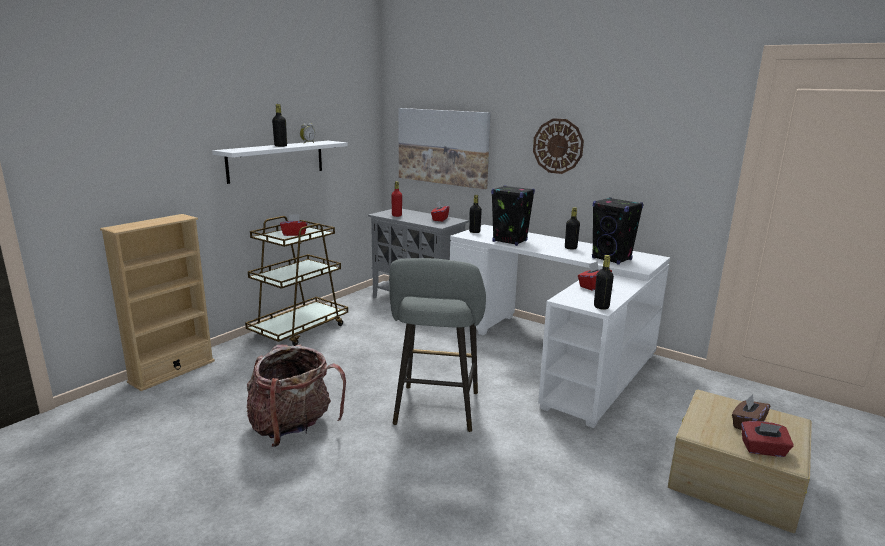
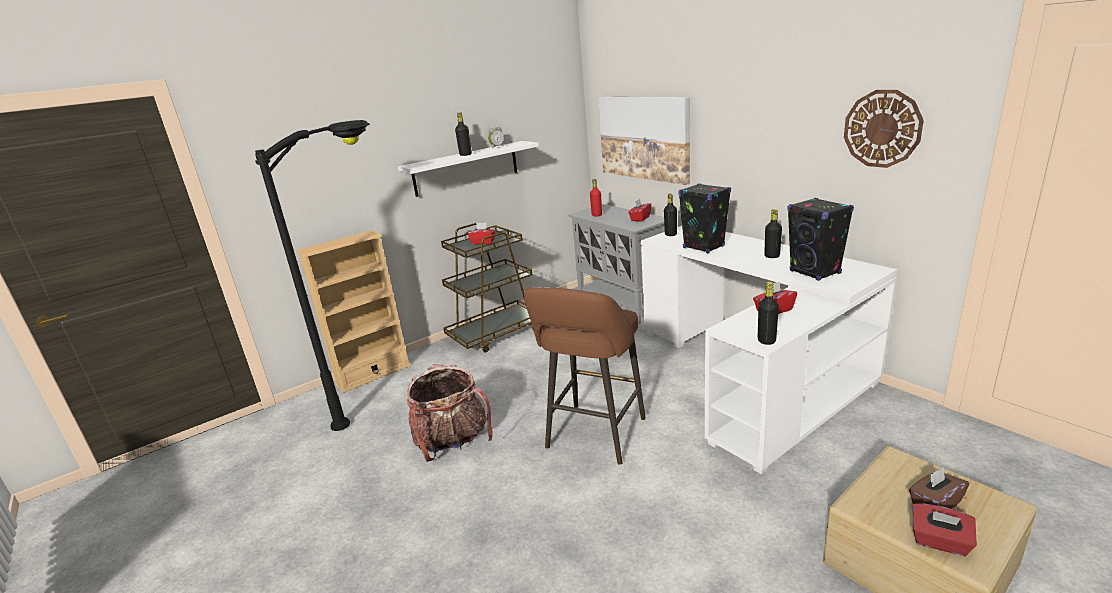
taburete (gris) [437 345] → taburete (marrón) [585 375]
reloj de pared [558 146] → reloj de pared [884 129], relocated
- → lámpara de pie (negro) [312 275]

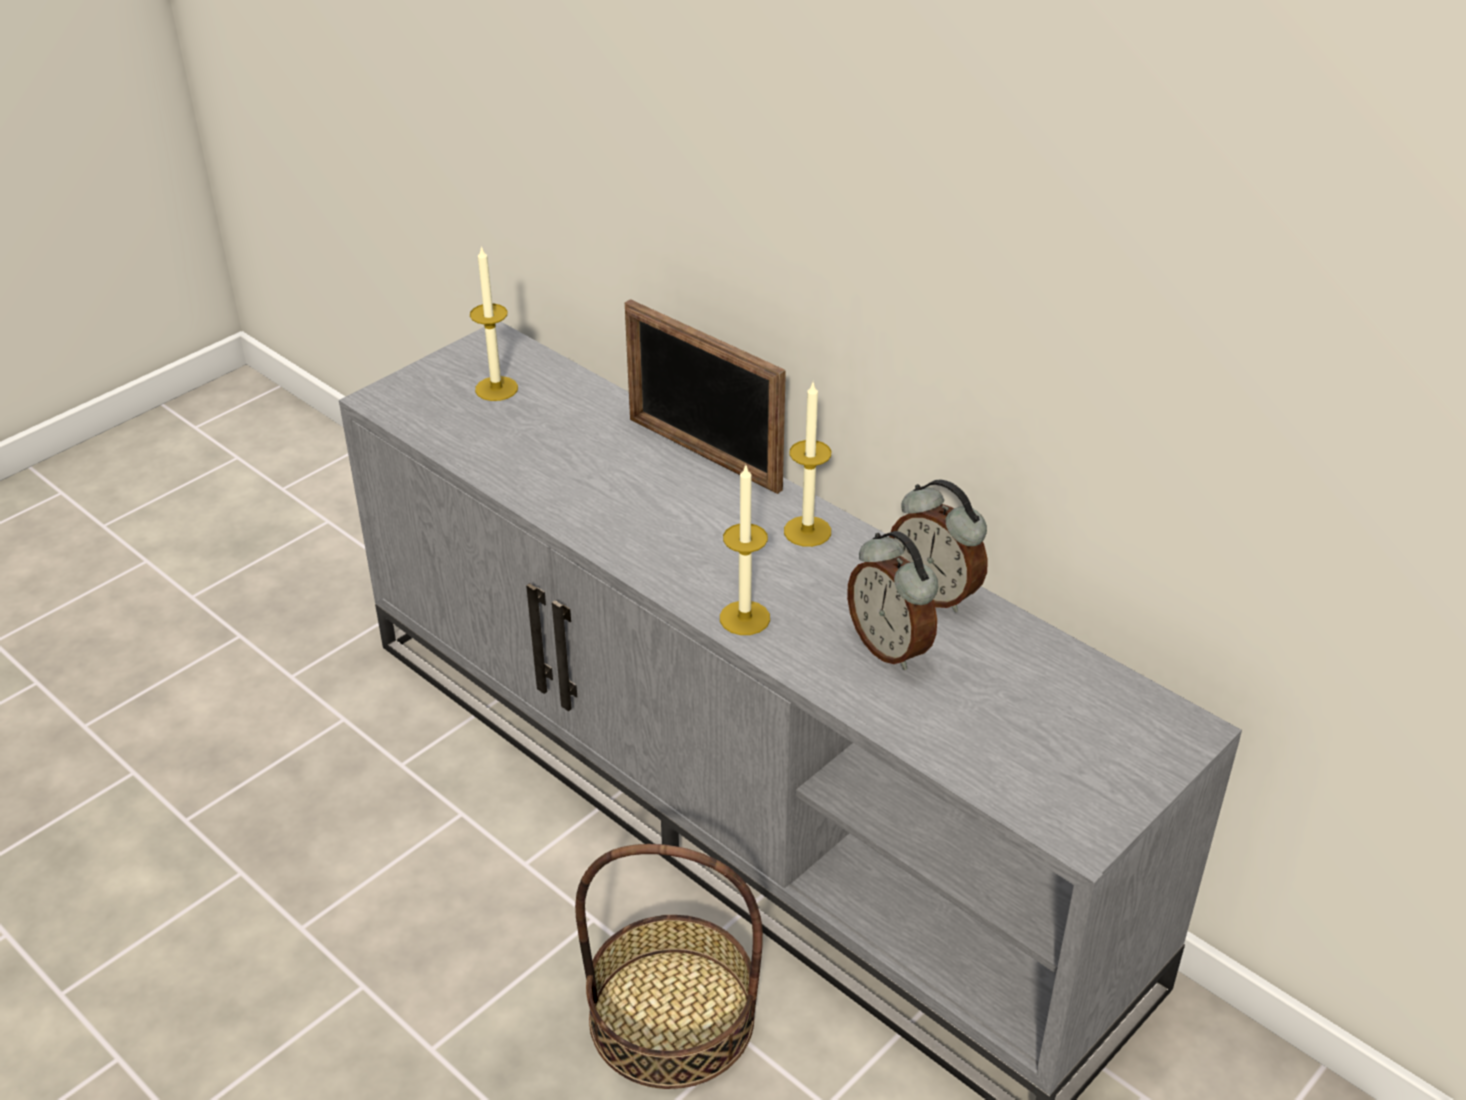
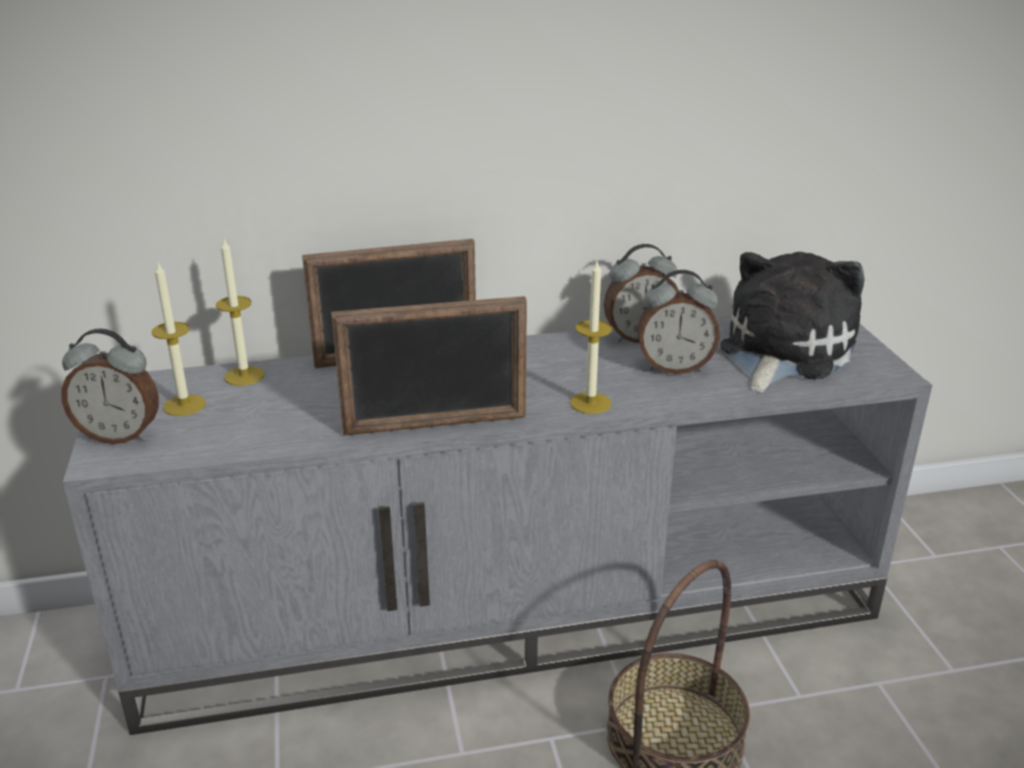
vela [807 465] → vela [240 312], relocated
- → despertador [110 386]
- → portarretratos [429 366]
- → peluche [792 322]

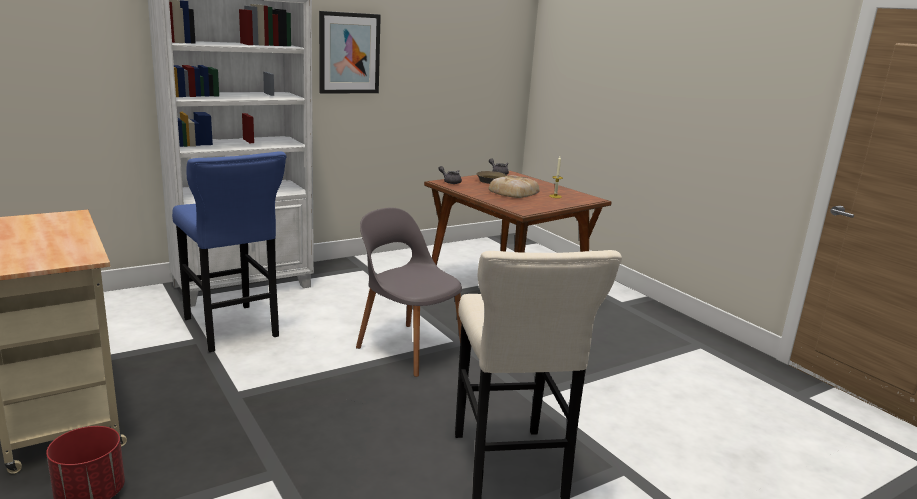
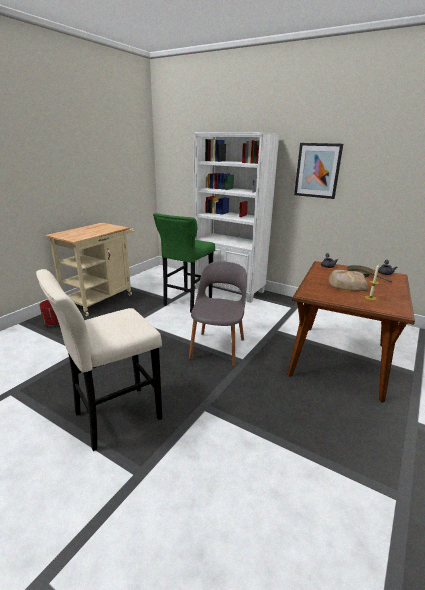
taburete (azul) [229 251] → taburete (verde) [184 263]

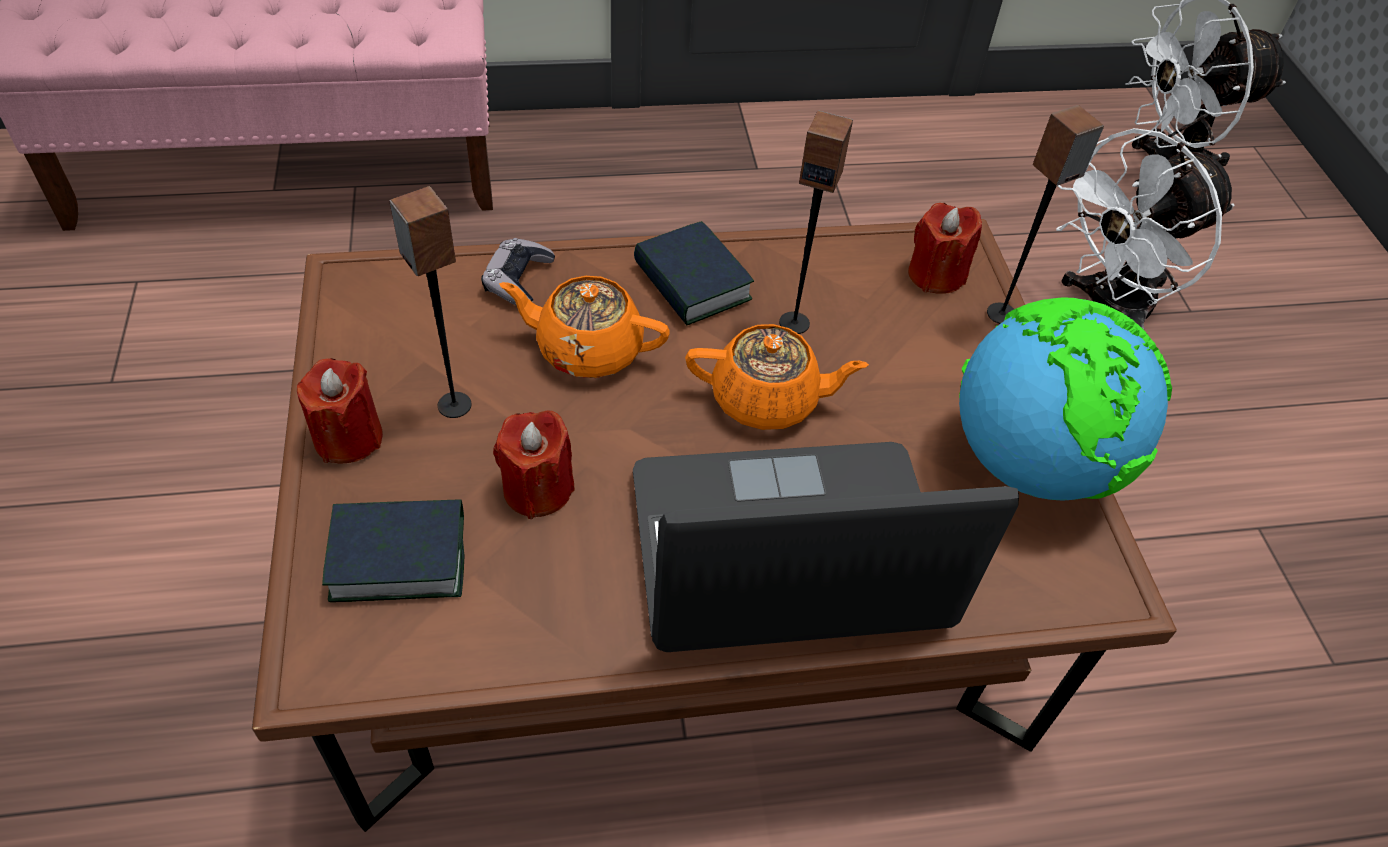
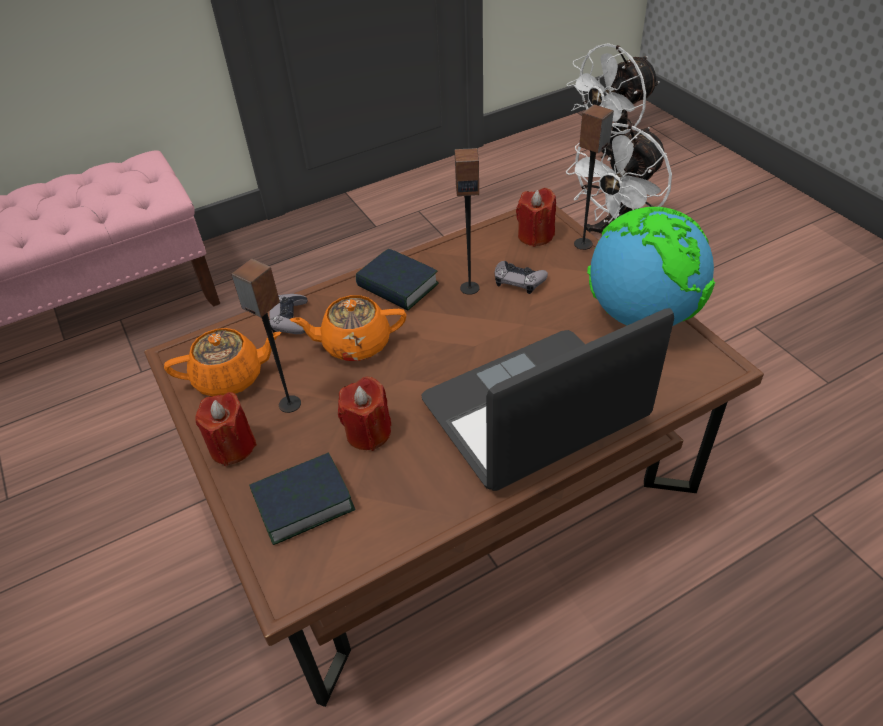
tetera (naranja) [777 377] → tetera (naranja) [222 362], relocated
- → mando de consola (gris) [521 277]

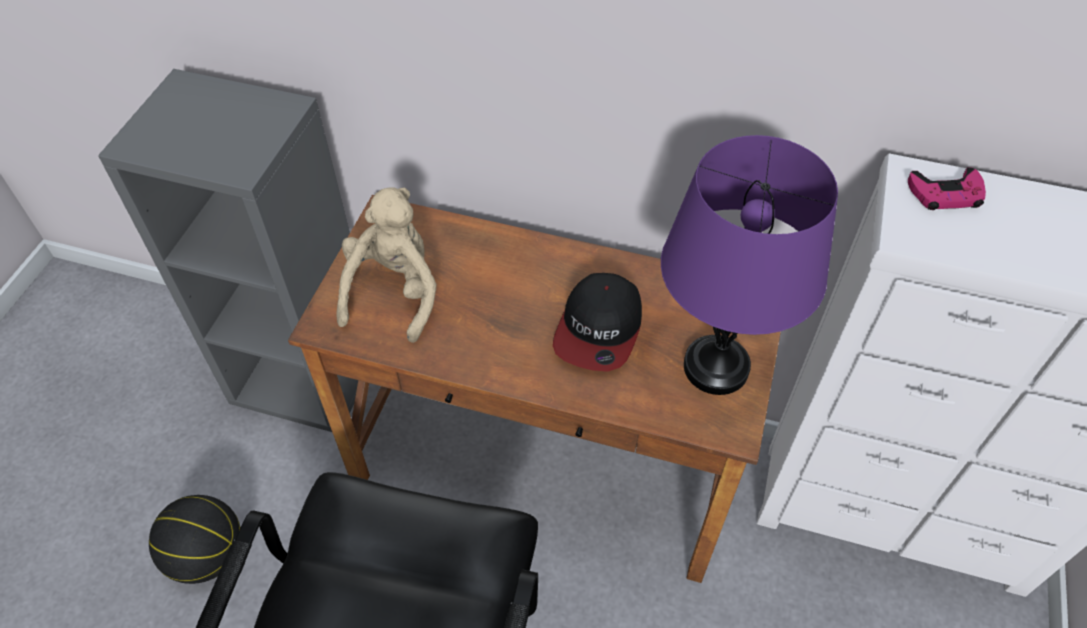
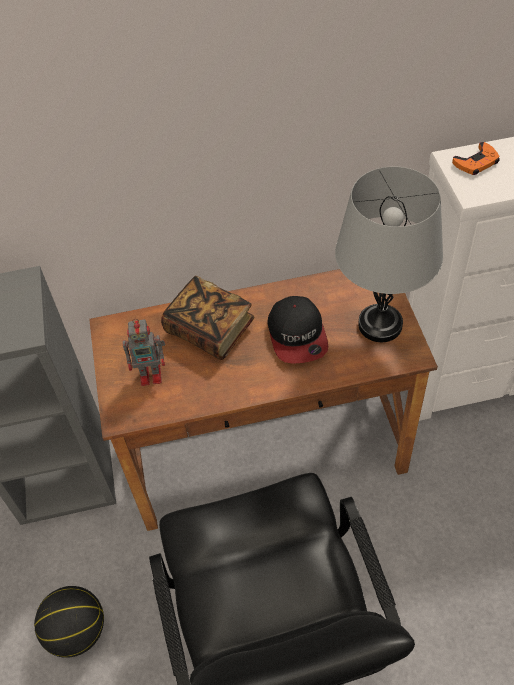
peluche (beis) [387 265] → robot de juguete [143 352]
lámpara de mesa (morado) [749 265] → lámpara de mesa (gris) [389 254]
mando de consola (rosa) [947 188] → mando de consola (naranja) [476 158]
- → libro [208 318]

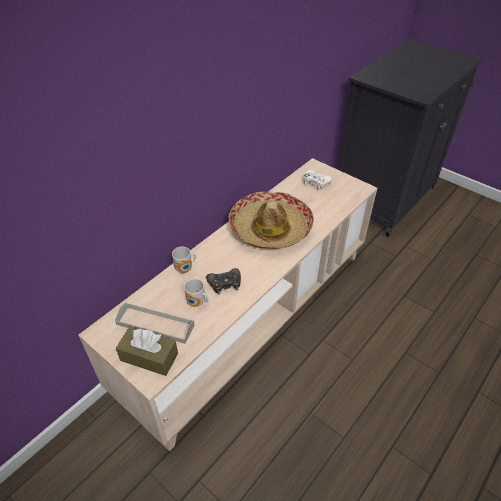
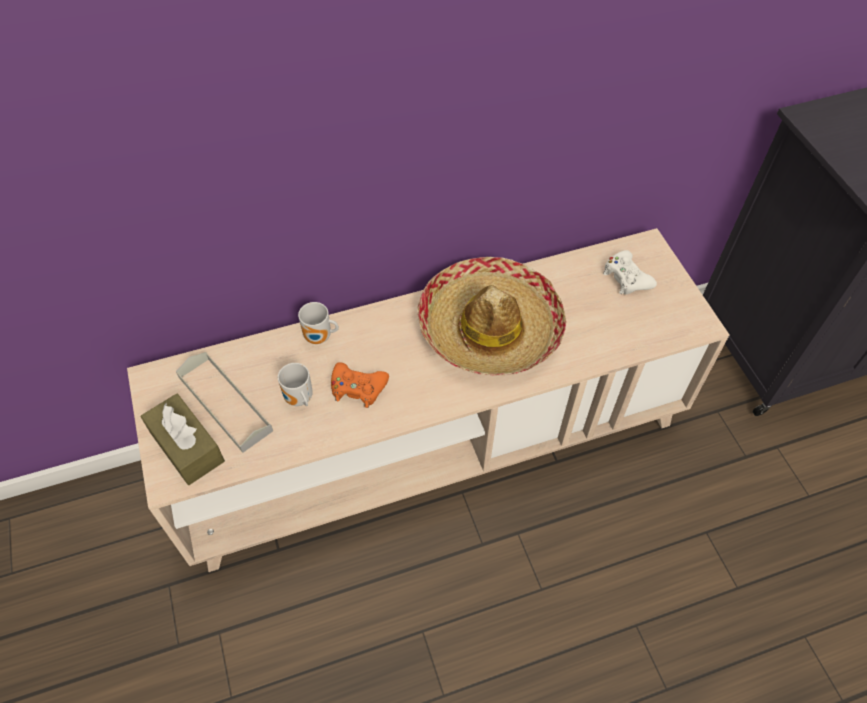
mando de consola (negro) [223 281] → mando de consola (naranja) [360 385]

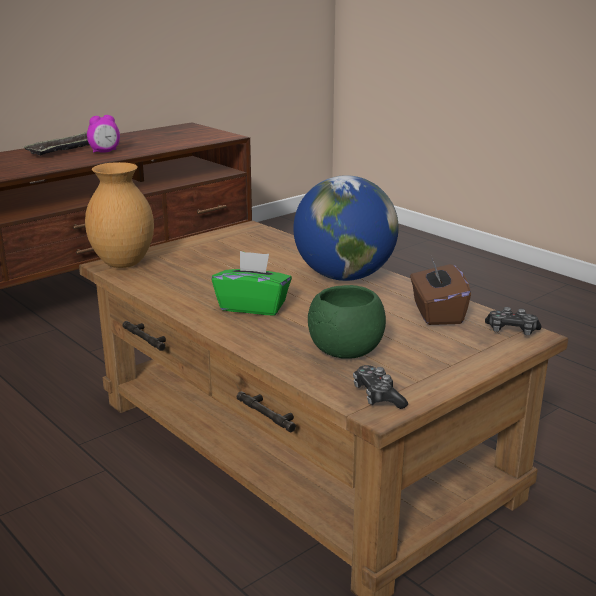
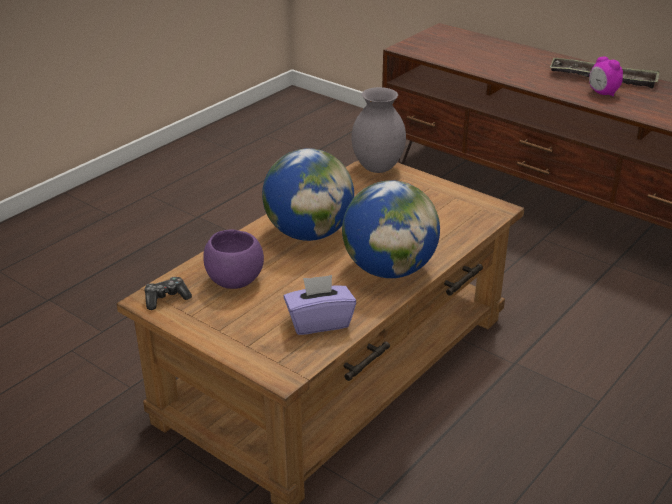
florero (marrón) [119 215] → florero (gris) [379 130]
caja de pañuelos (verde) [251 283] → globo terráqueo [308 194]
cuenco (verde) [347 321] → cuenco (morado) [233 259]
caja de pañuelos (marrón) [440 292] → caja de pañuelos (morado) [319 305]
mando de consola [513 321] → -

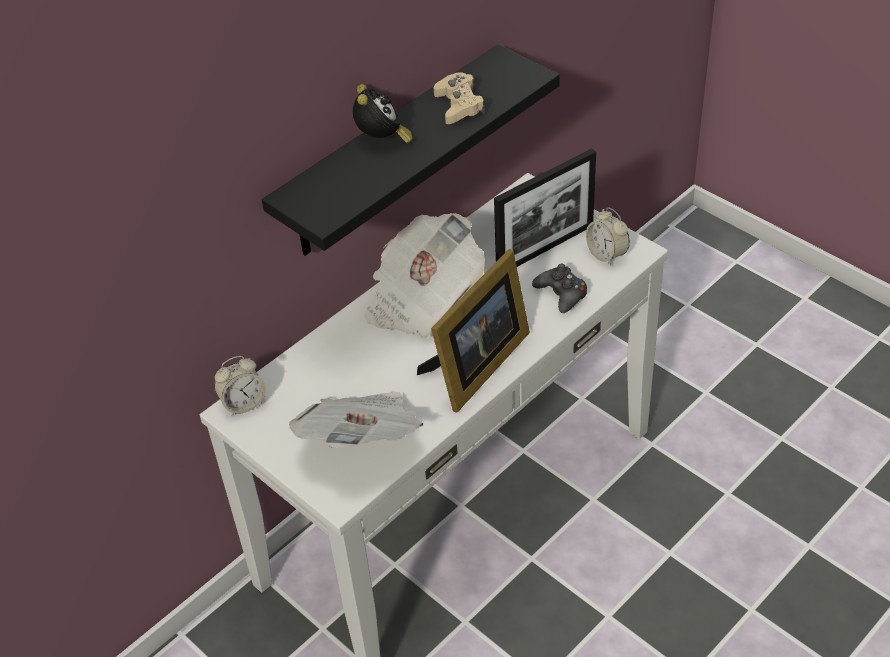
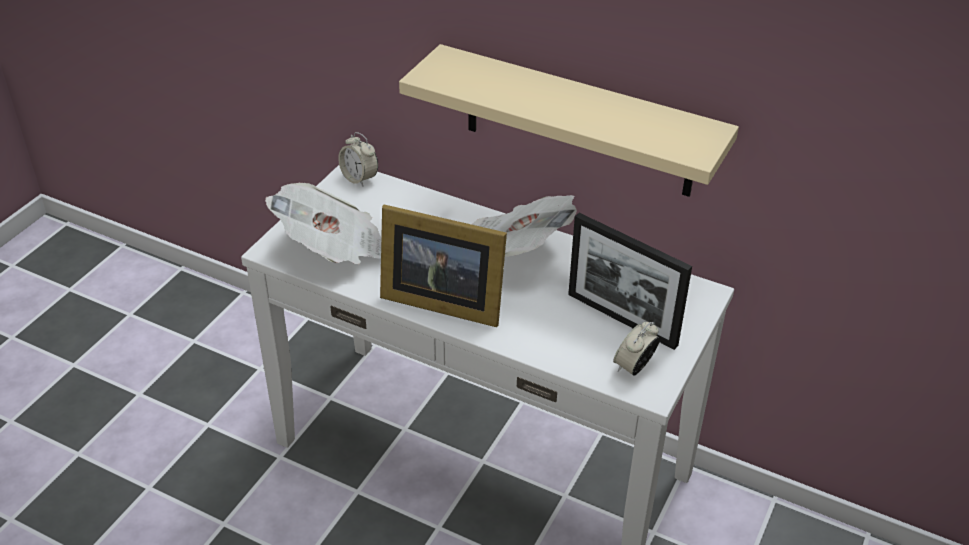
estante (negro) [411 150] → estante (beis) [569 120]
despertador [383 114] → -
mando de consola (beis) [459 98] → -
mando de consola (negro) [559 288] → -

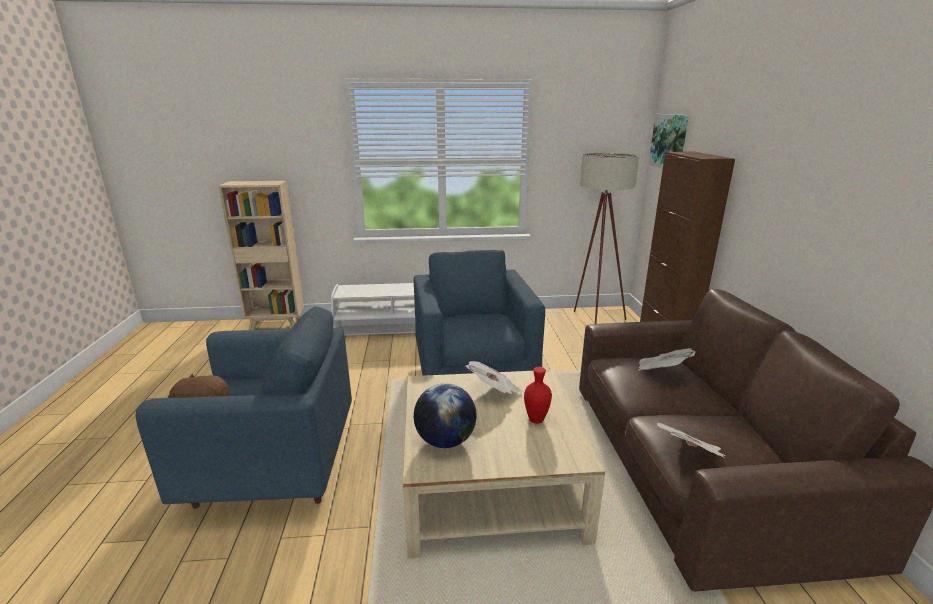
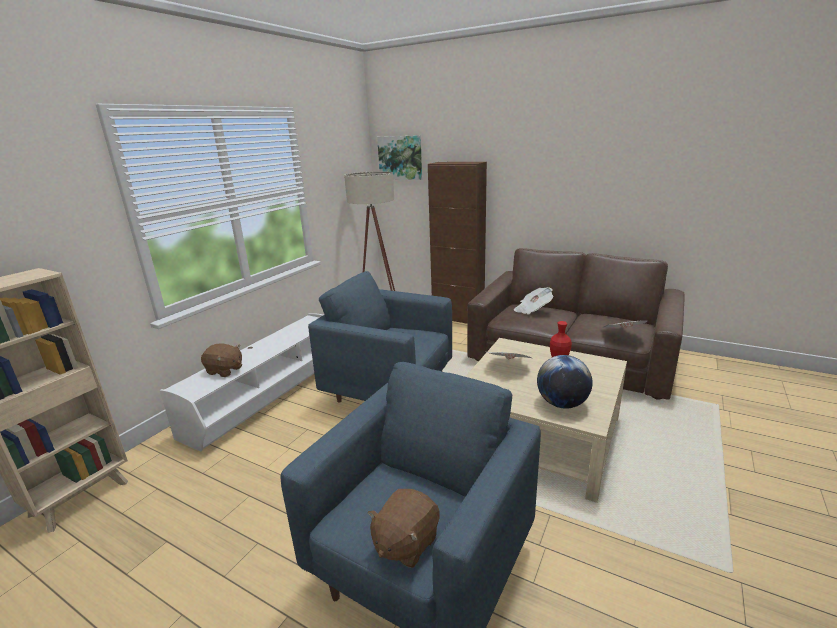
- → peluche (marrón) [221 360]

